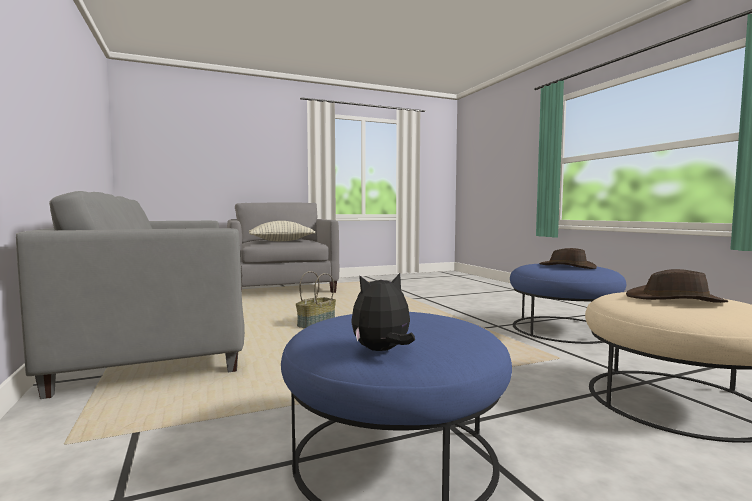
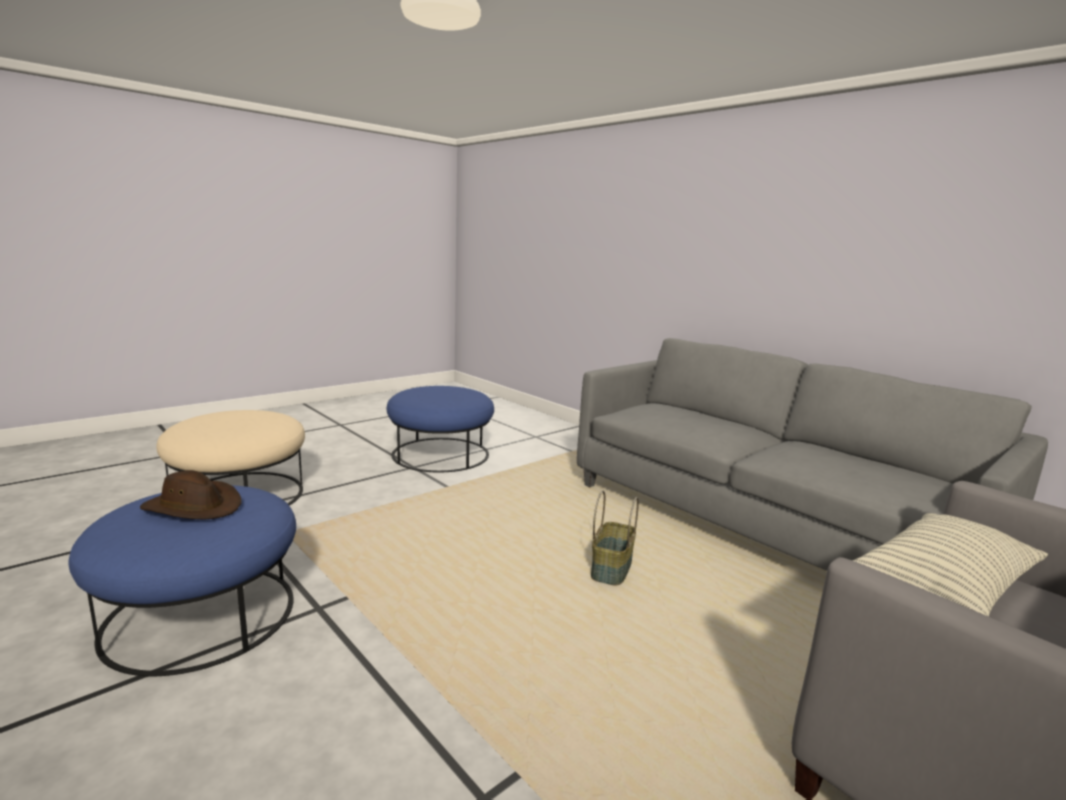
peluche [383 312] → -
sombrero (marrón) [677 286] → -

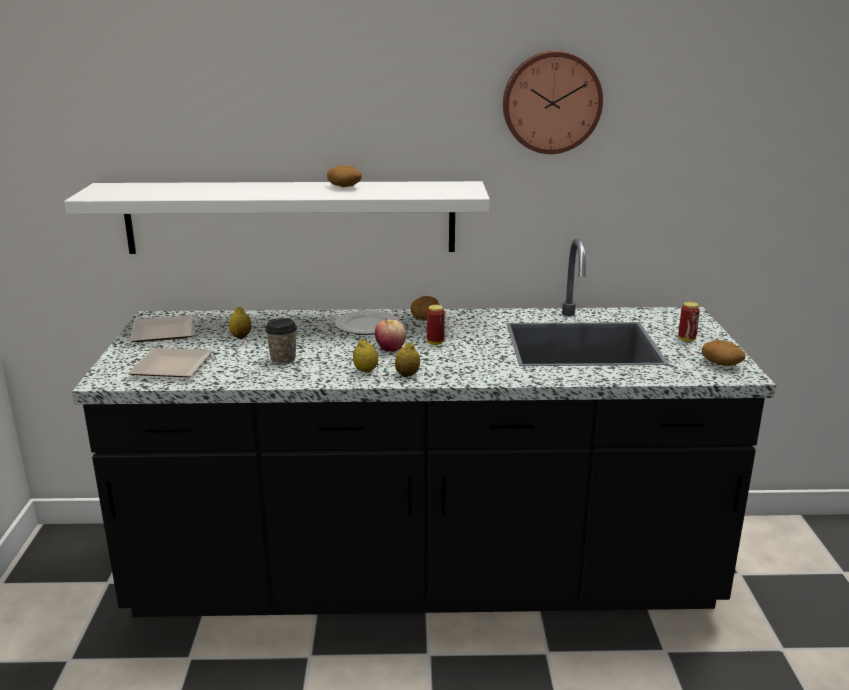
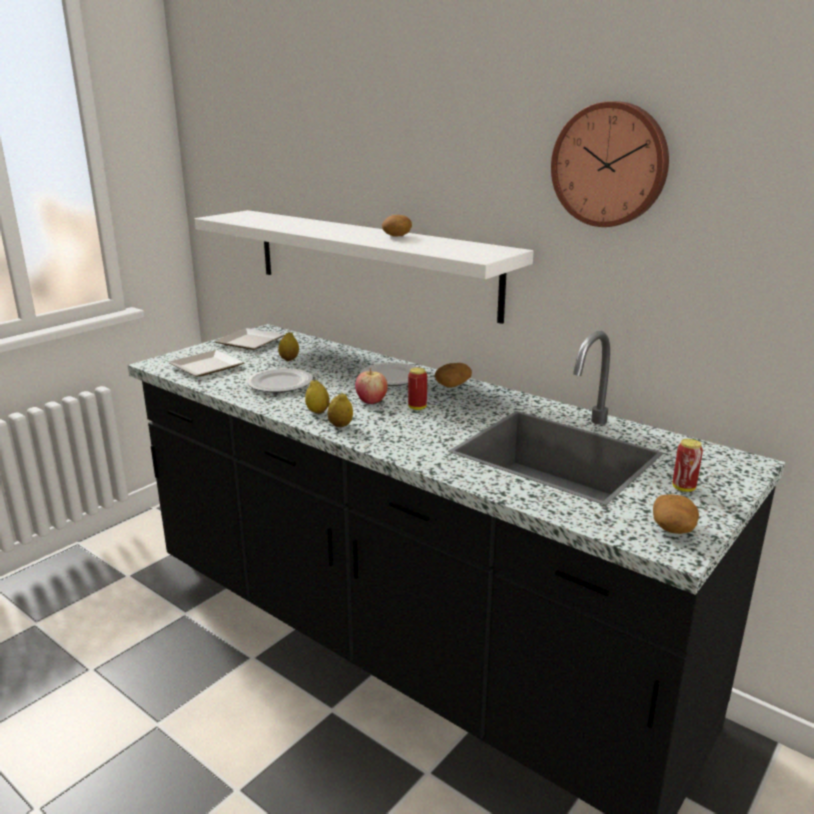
taza [281 341] → plato [280 380]

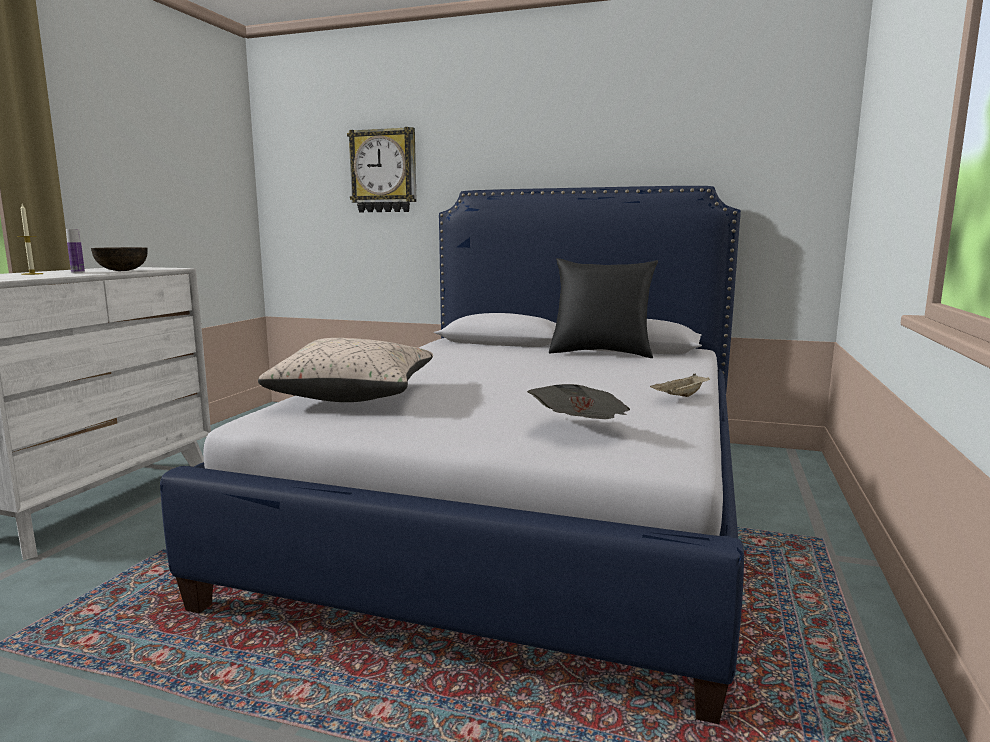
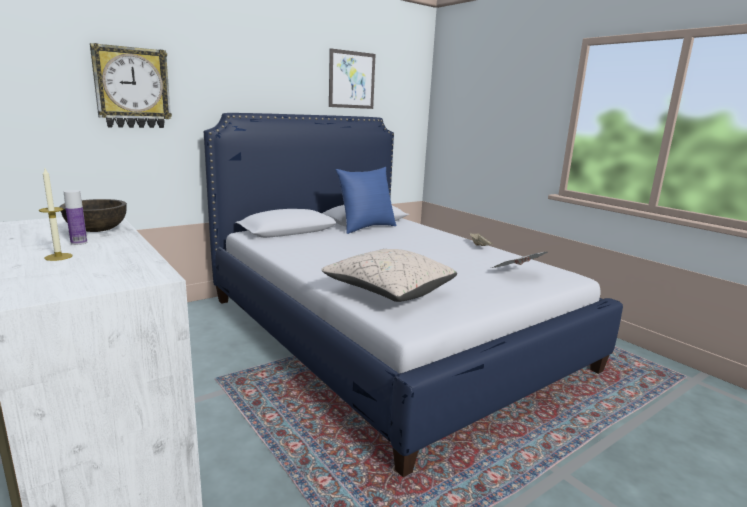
cojín (negro) [603 308] → cojín (azul) [366 200]
- → cuadro [352 78]

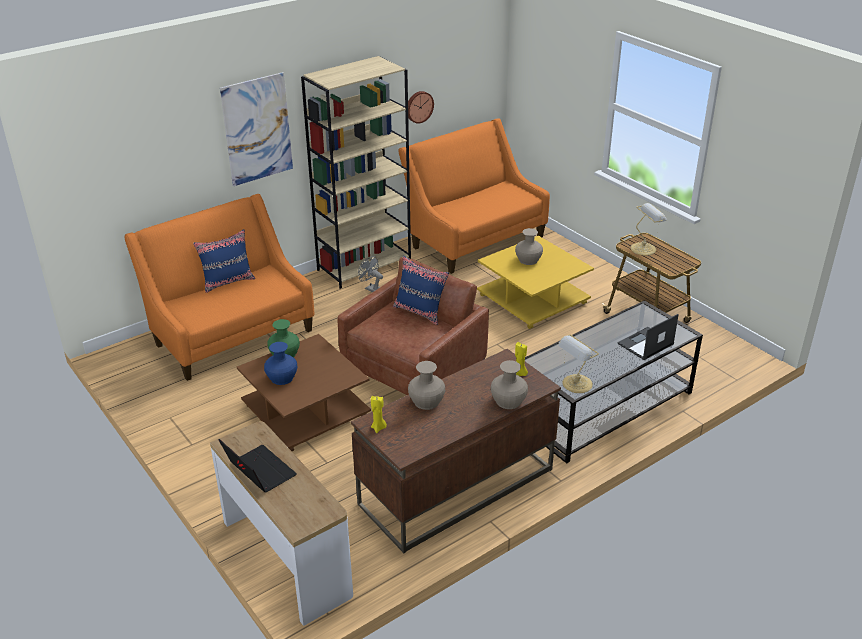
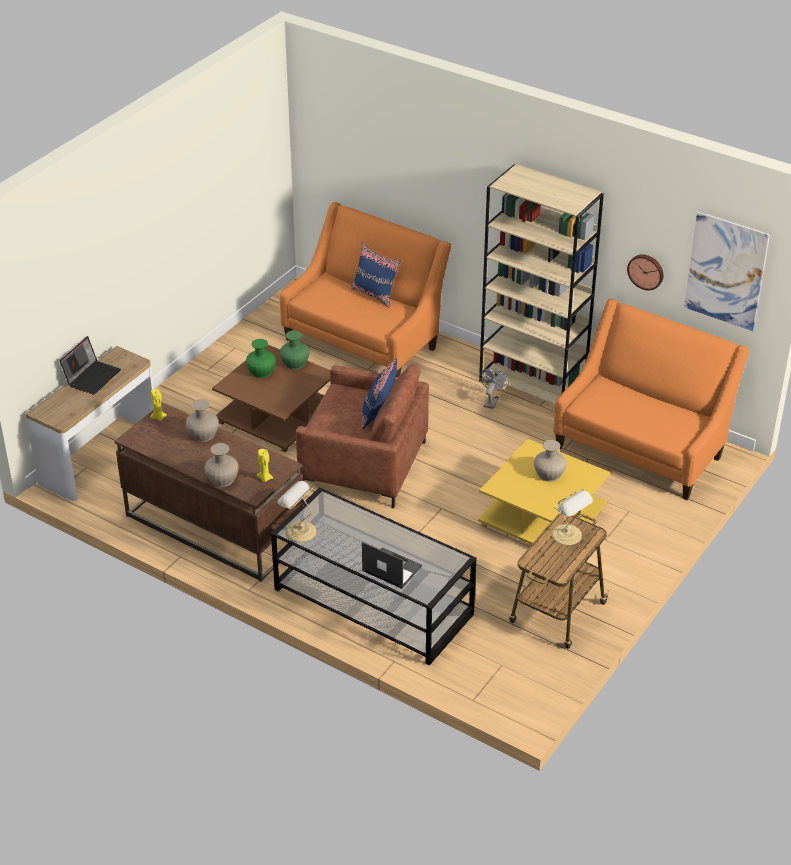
cuadro [256 129] → cuadro [727 271], relocated
florero (azul) [280 363] → florero (verde) [261 358]

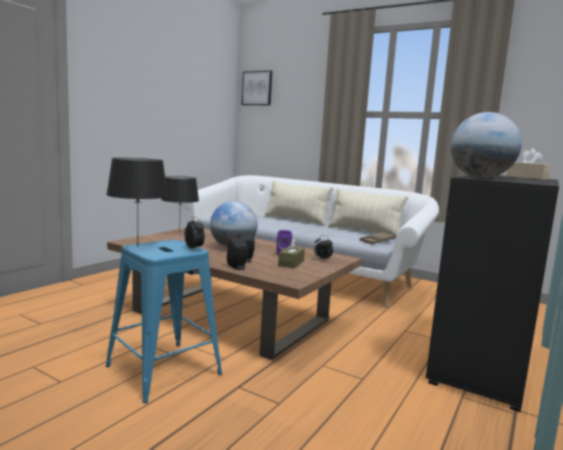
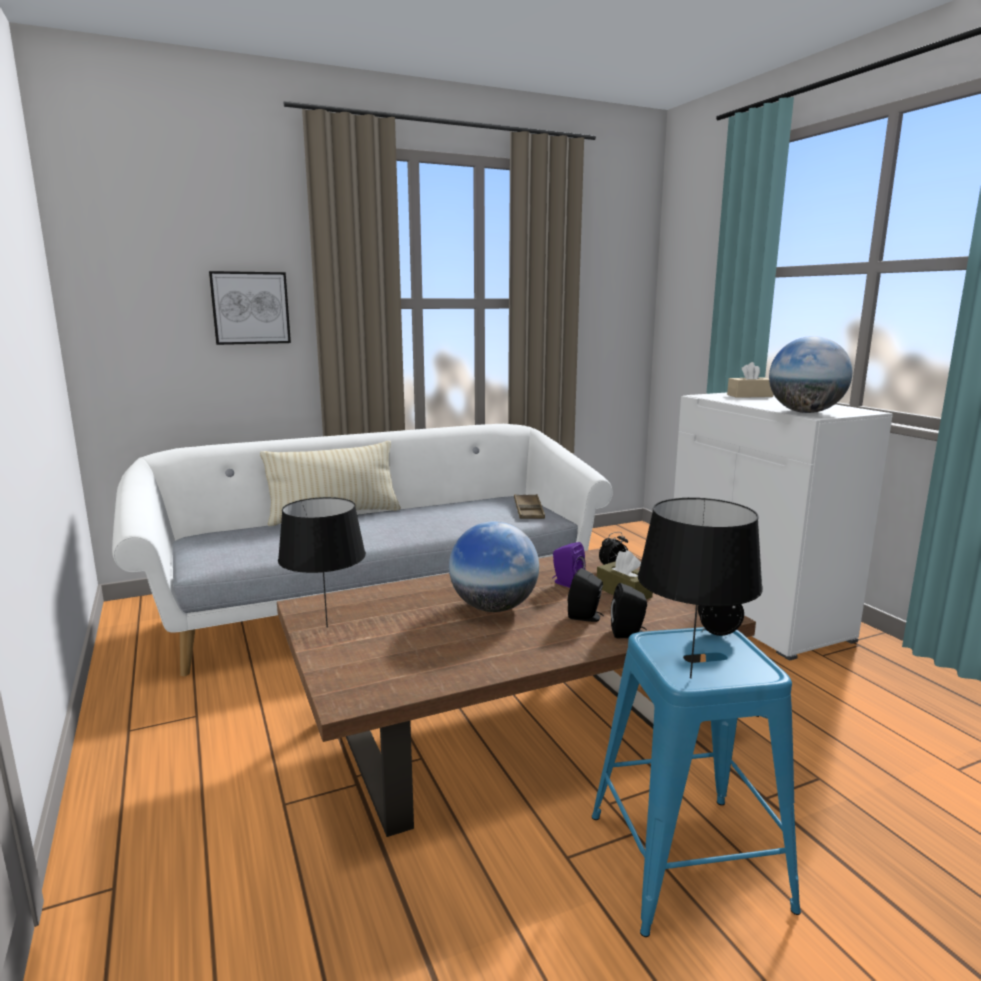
cuadro [257 88] → cuadro [250 308], relocated
cojín (beis) [368 212] → -
armario (negro) [492 294] → armario (blanco) [783 527]

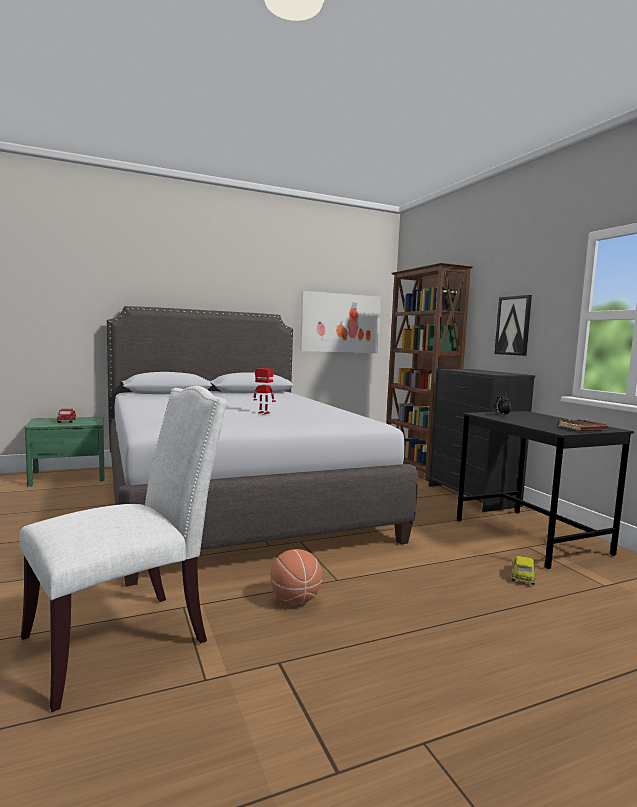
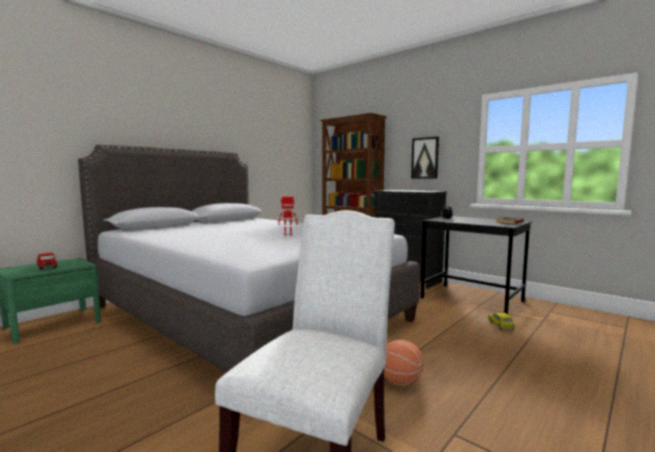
cuadro [340 322] → -

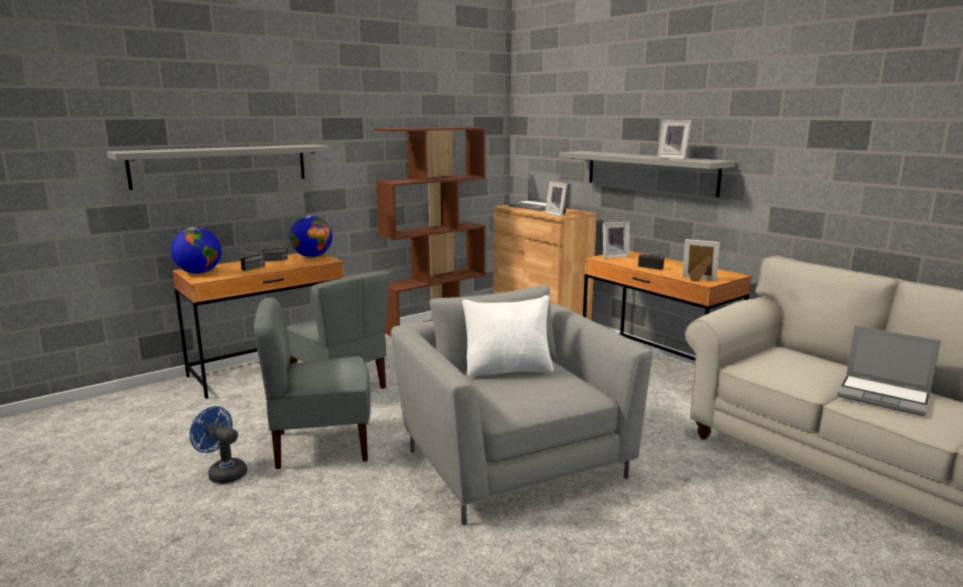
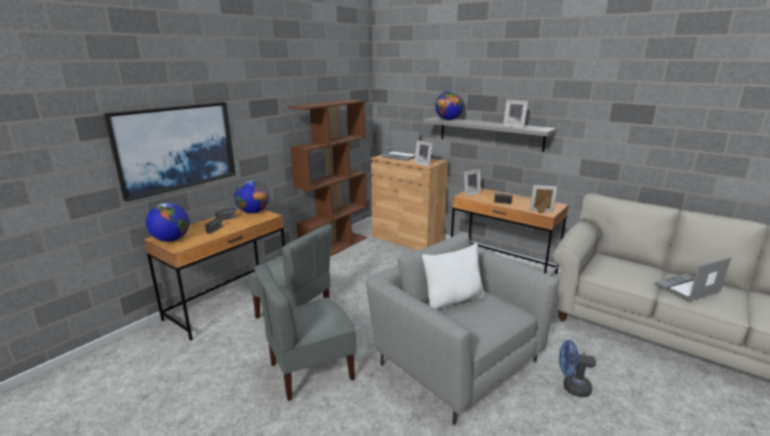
estante (gris) [218 167] → cuadro [170 151]
ventilador (azul) [218 445] → ventilador (azul) [577 368], relocated
portátil [889 371] → portátil [693 279], 135 degrees clockwise
- → globo terráqueo [449 105]

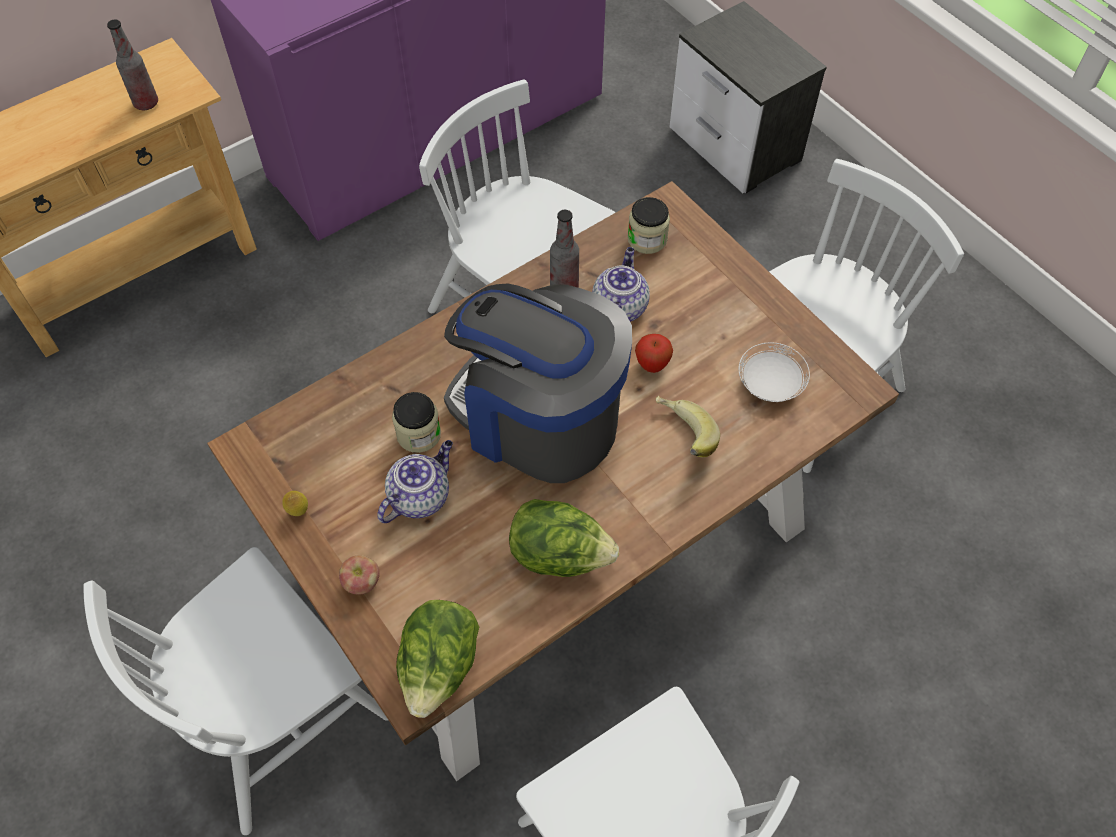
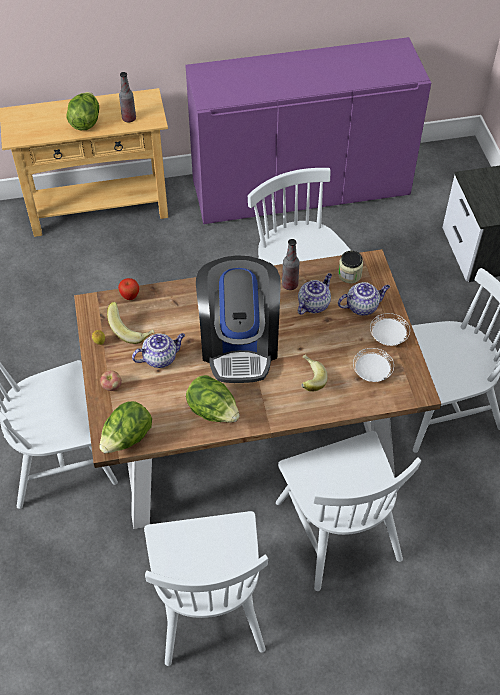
tarro [416 422] → -
cafetera [538 383] → cafetera [238 319], 150 degrees counterclockwise
manzana [654 353] → manzana [128 289], relocated
- → lechuga [82 111]
- → plátano [130 323]
- → silla (blanco) [348 511]
- → tetera [364 299]
- → plato (blanco) [390 329]

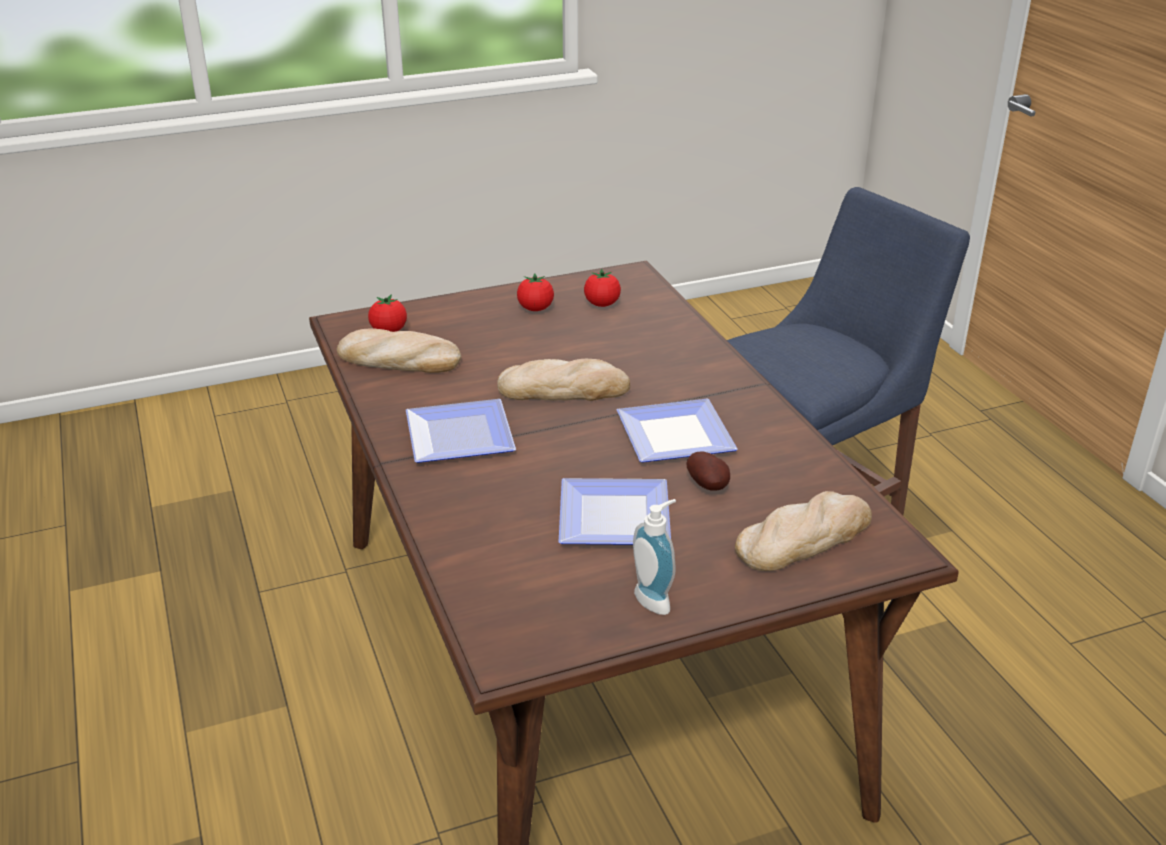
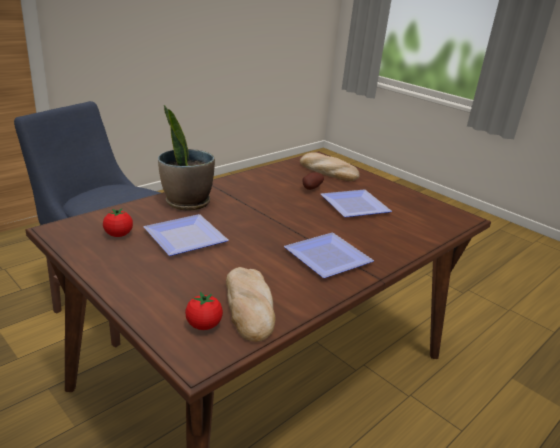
pan [563 380] → -
tomate [535 292] → -
plato [677 431] → plato [186 235], relocated
dispensador de jabón [654 557] → -
- → planta en maceta [186 158]

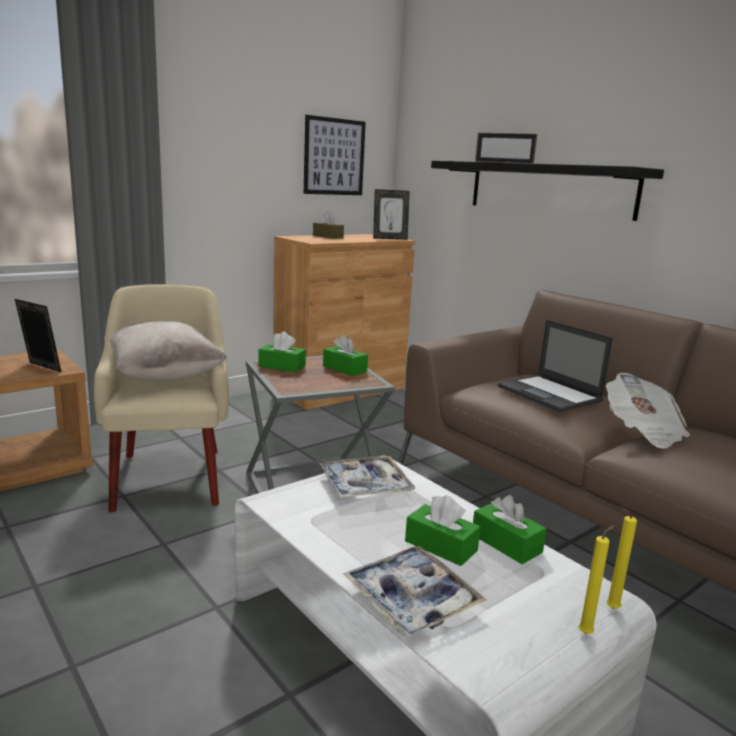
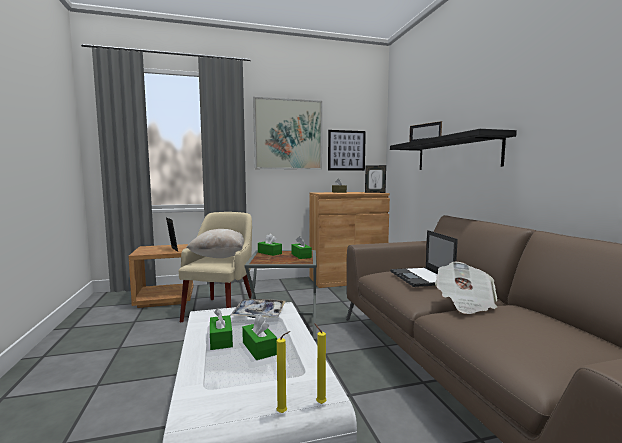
bandeja [415 591] → -
caja de pañuelos (verde) [510 529] → caja de pañuelos (verde) [221 329], relocated
- → cuadro [287 133]

